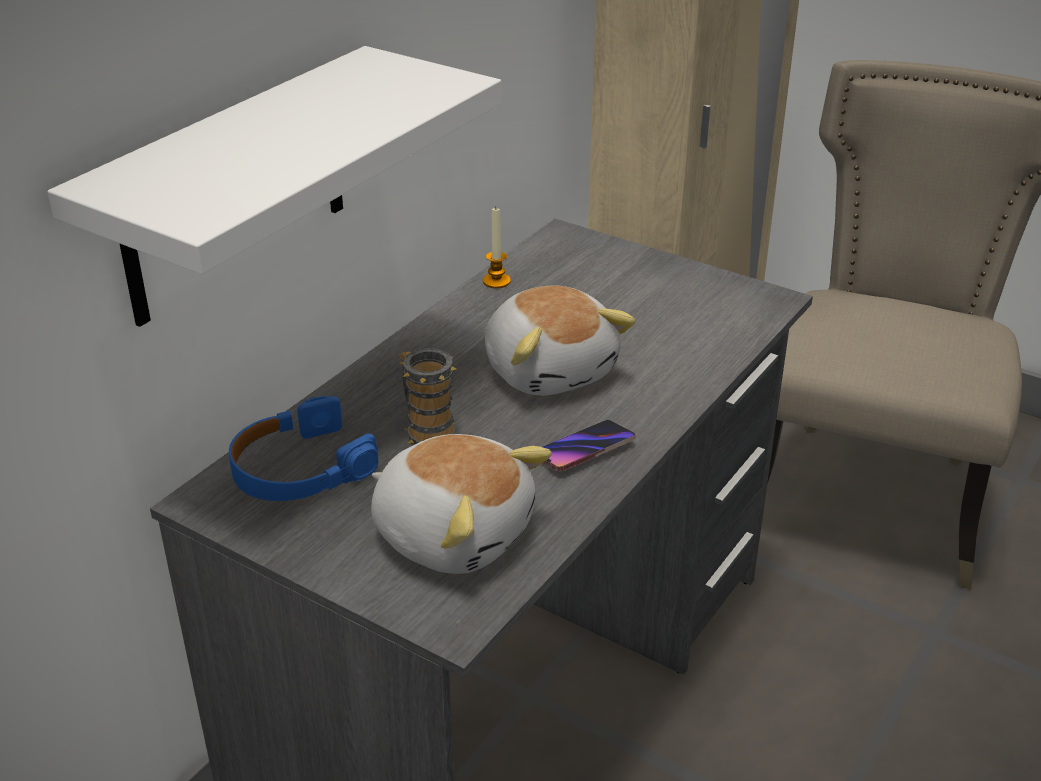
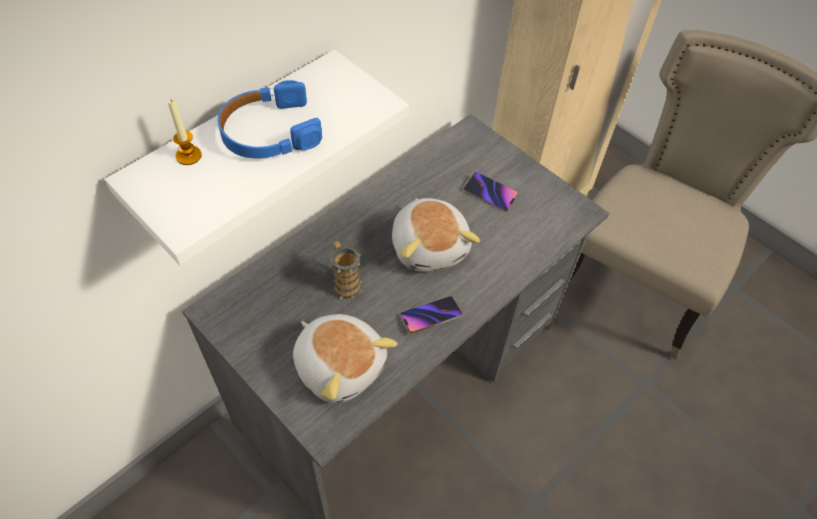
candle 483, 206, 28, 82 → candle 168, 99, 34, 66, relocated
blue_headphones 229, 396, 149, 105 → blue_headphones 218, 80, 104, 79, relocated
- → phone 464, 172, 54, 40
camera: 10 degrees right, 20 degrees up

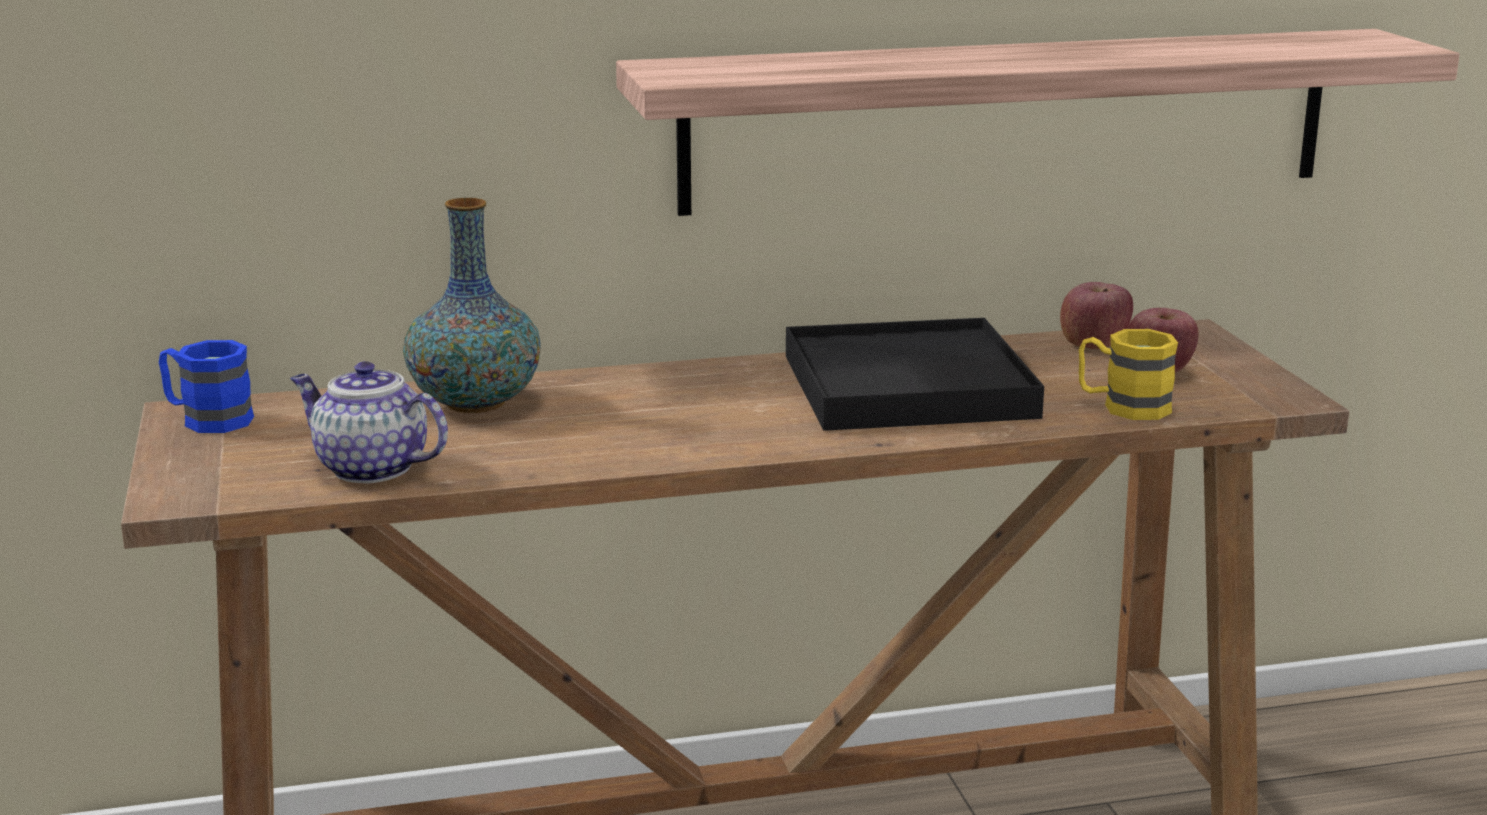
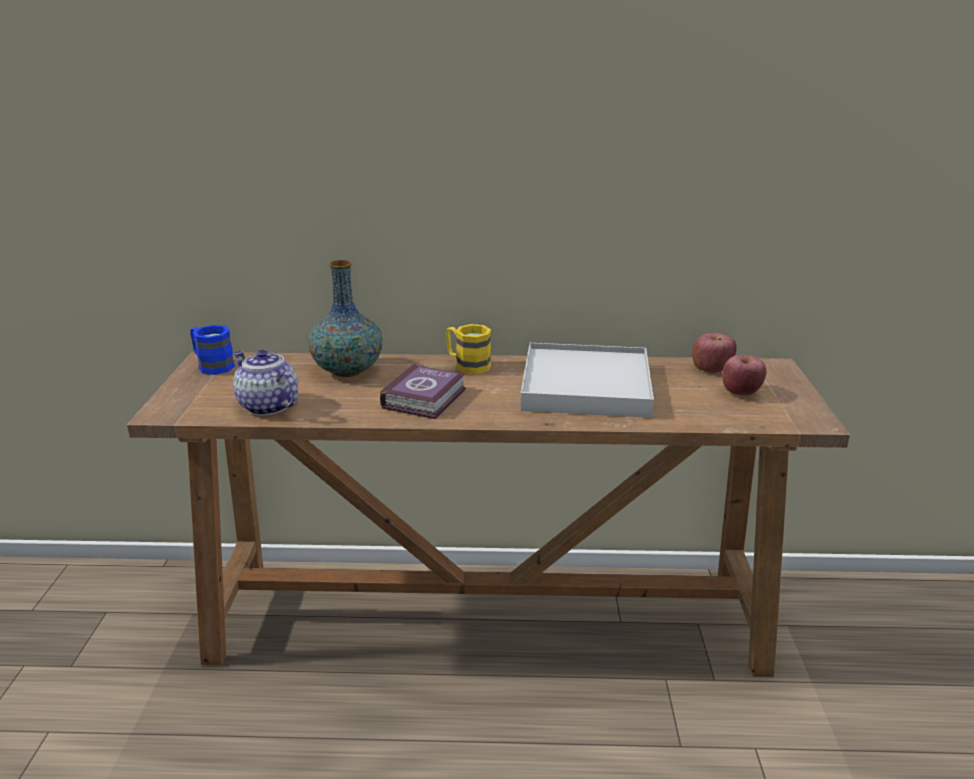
shelf 616, 29, 844, 187 → -
black_tray 786, 318, 258, 113 → white_tray 520, 343, 134, 75
yellow_mug 1079, 329, 99, 91 → yellow_mug 446, 324, 45, 50, relocated
- → book 380, 363, 86, 56
camera: 15 degrees right, 5 degrees up

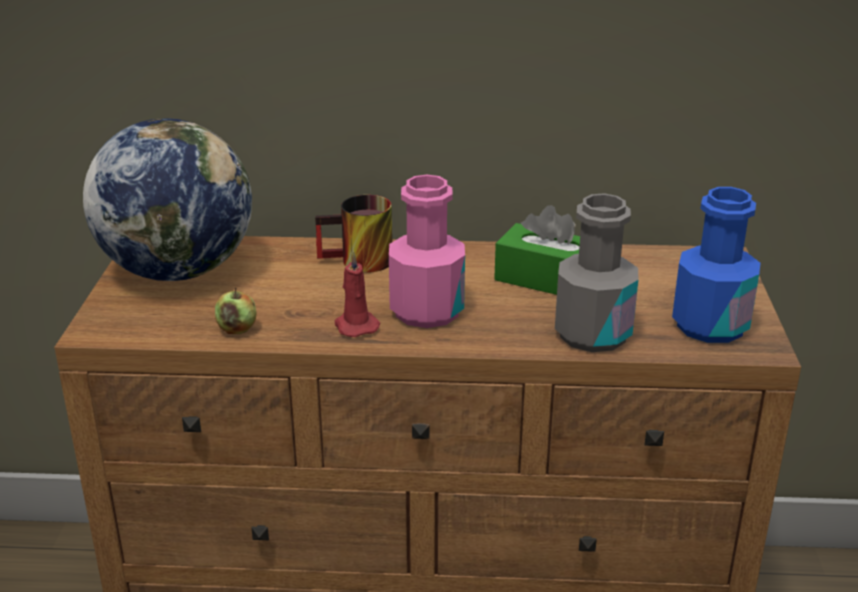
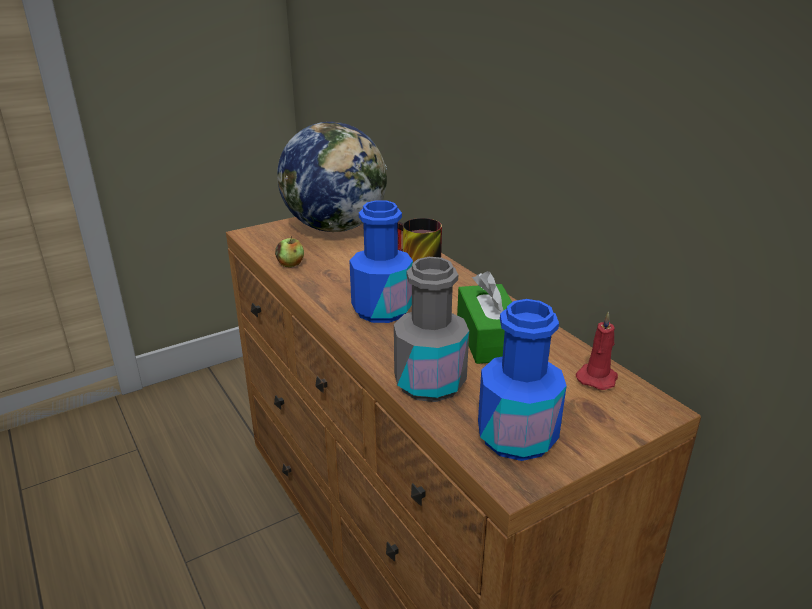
pink_bottle 389, 175, 76, 153 → blue_bottle 349, 200, 64, 123
red_candle 335, 251, 45, 86 → red_candle 576, 311, 42, 79, relocated
camera: 55 degrees right, 0 degrees up

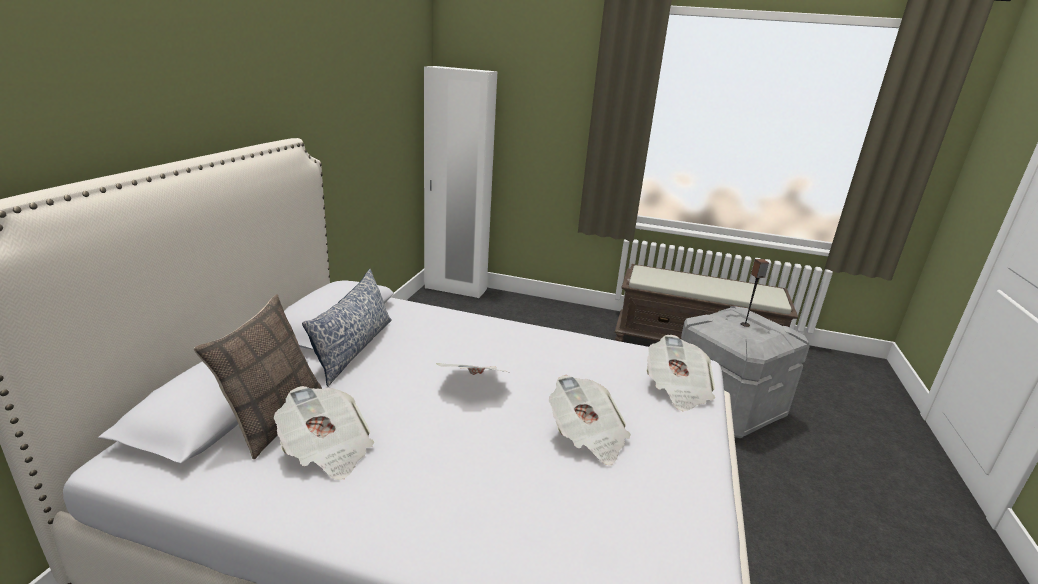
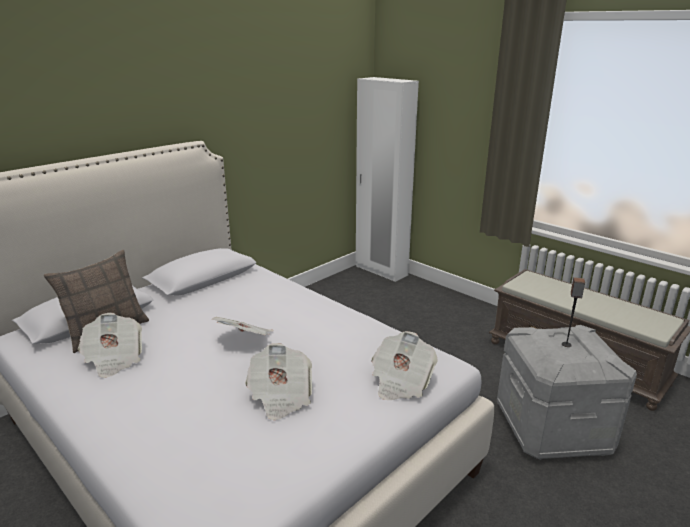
pillow 302, 269, 90, 118 → -
camera: 30 degrees right, 0 degrees up

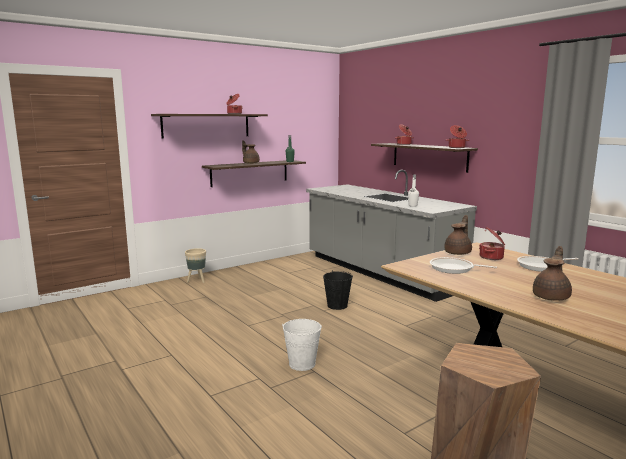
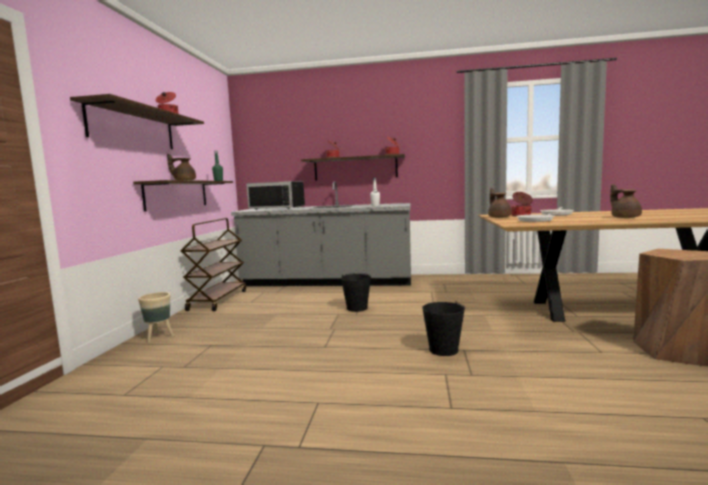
white_bucket 282, 319, 40, 52 → black_bucket 422, 301, 43, 55
- → black_microwave 246, 181, 59, 29
- → brown_cart 181, 218, 65, 93
camera: 45 degrees left, 5 degrees down

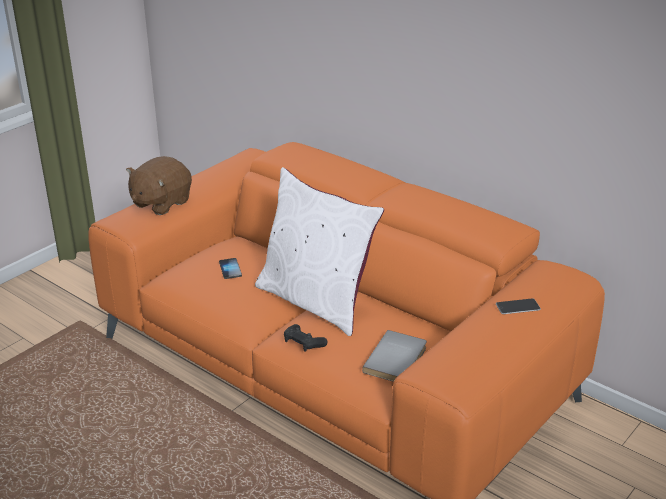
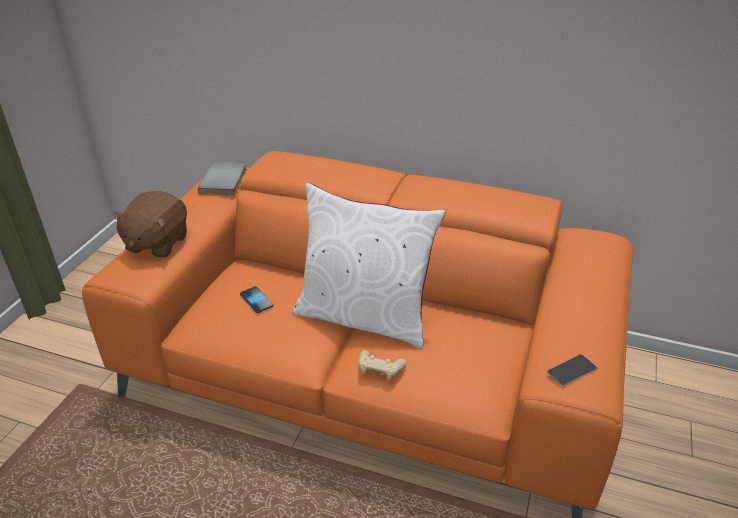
phone 496, 298, 45, 16 → phone 547, 354, 50, 32, relocated
black_game_controller 284, 324, 43, 28 → beige_game_controller 359, 350, 47, 30
grey_book 362, 330, 65, 52 → grey_book 198, 161, 49, 34, relocated
camera: 20 degrees left, 5 degrees up

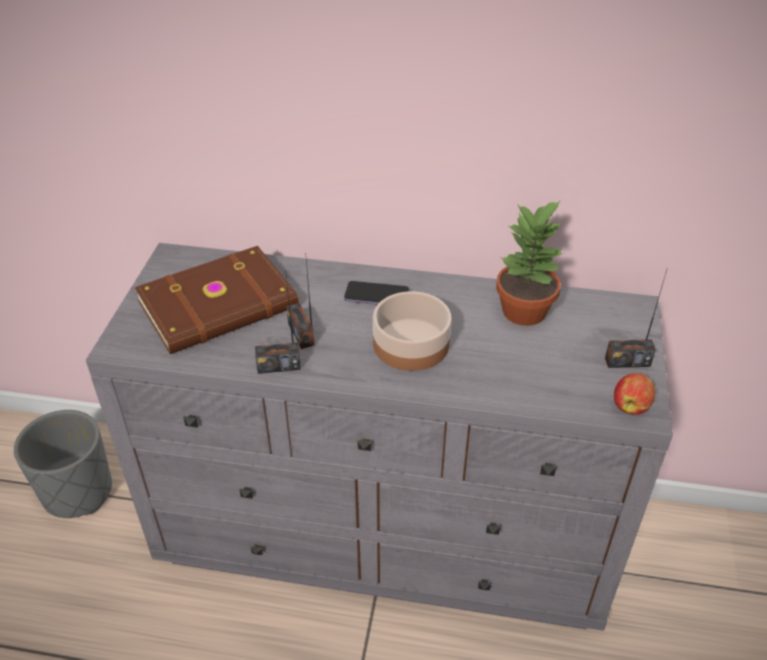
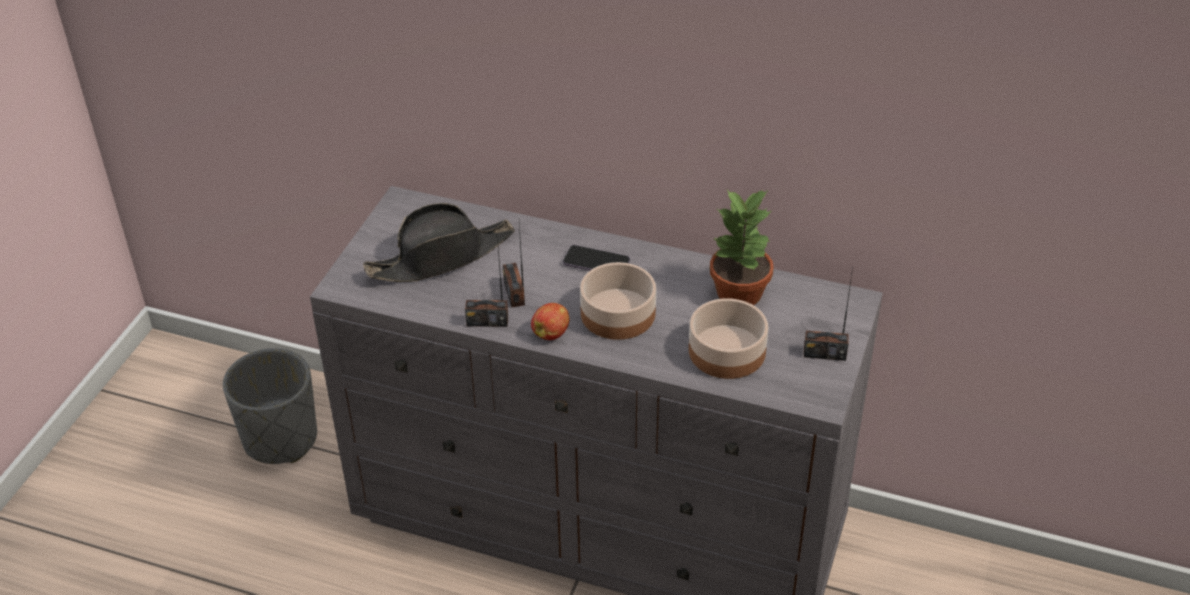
brown_book 135, 246, 164, 108 → black_hat 363, 203, 152, 79
apple 614, 373, 41, 42 → apple 531, 303, 39, 37, relocated
- → bowl 689, 298, 80, 81
camera: 10 degrees right, 0 degrees up

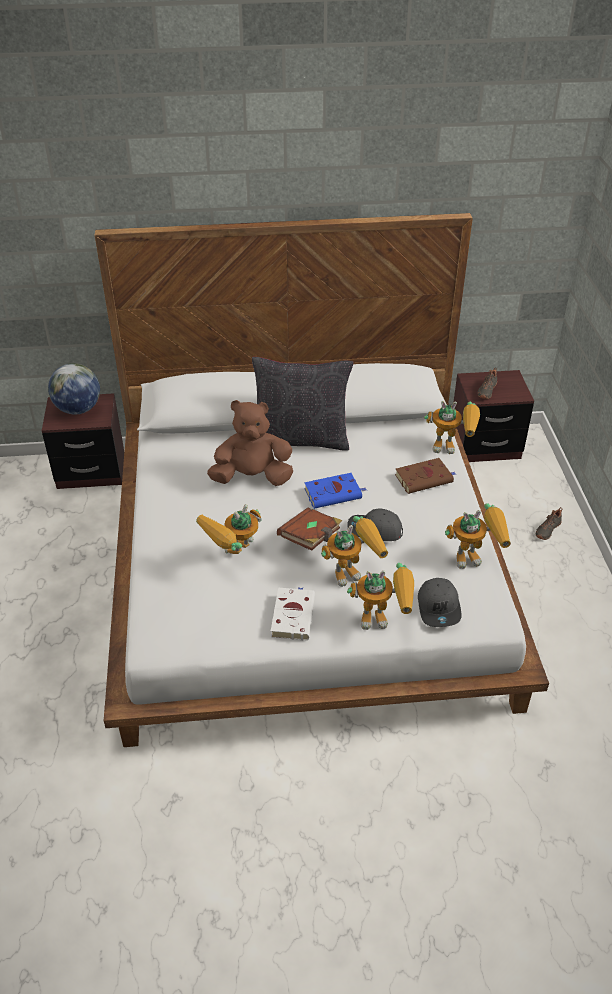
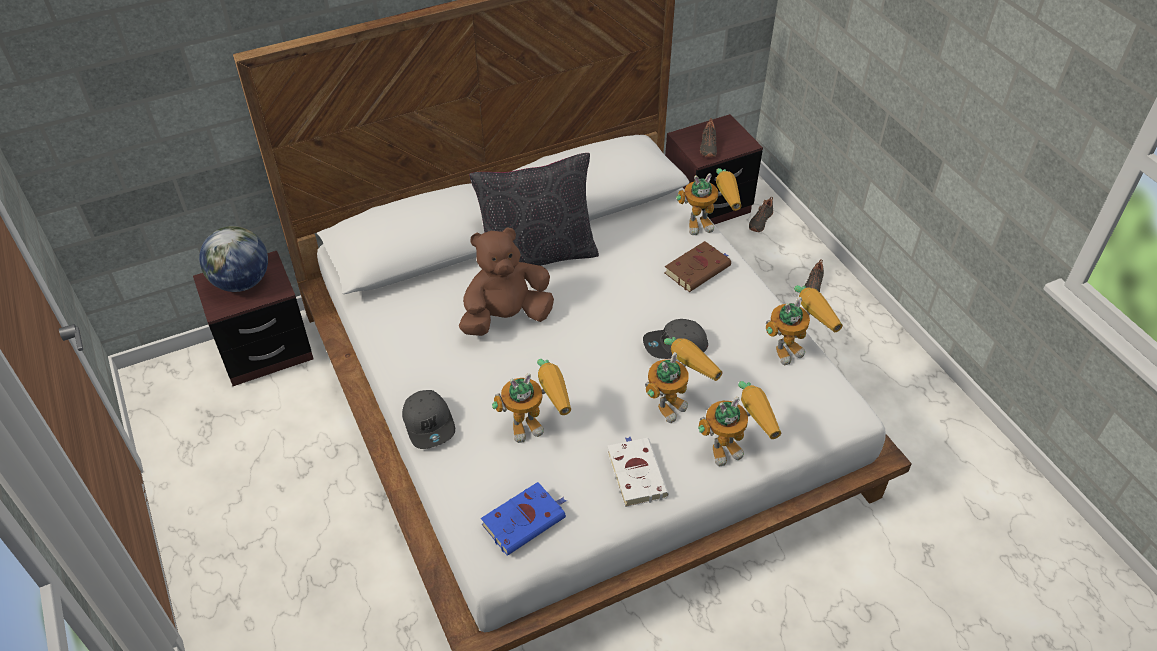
blue_book 304, 473, 63, 36 → blue_book 481, 482, 86, 74, relocated
toy_robot 196, 504, 66, 50 → toy_robot 492, 359, 80, 84, 135 degrees counterclockwise
brown_book 277, 508, 65, 43 → -
grey_cap 418, 578, 44, 49 → grey_cap 402, 390, 53, 59, relocated
- → black_shoe 749, 197, 24, 35
camera: 20 degrees left, 5 degrees up

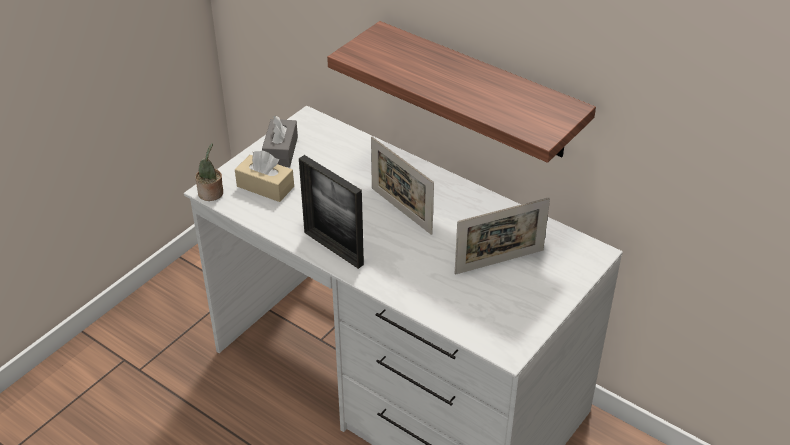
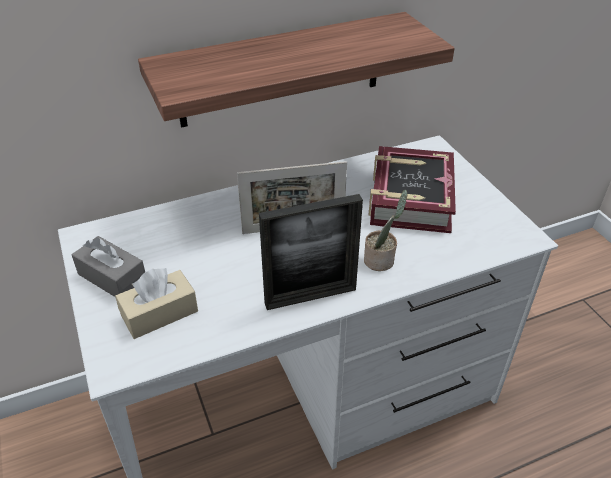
potted_plant 195, 143, 28, 58 → potted_plant 364, 190, 44, 81, relocated
picture_frame 455, 197, 95, 78 → book 368, 146, 88, 87
camera: 60 degrees left, 0 degrees up

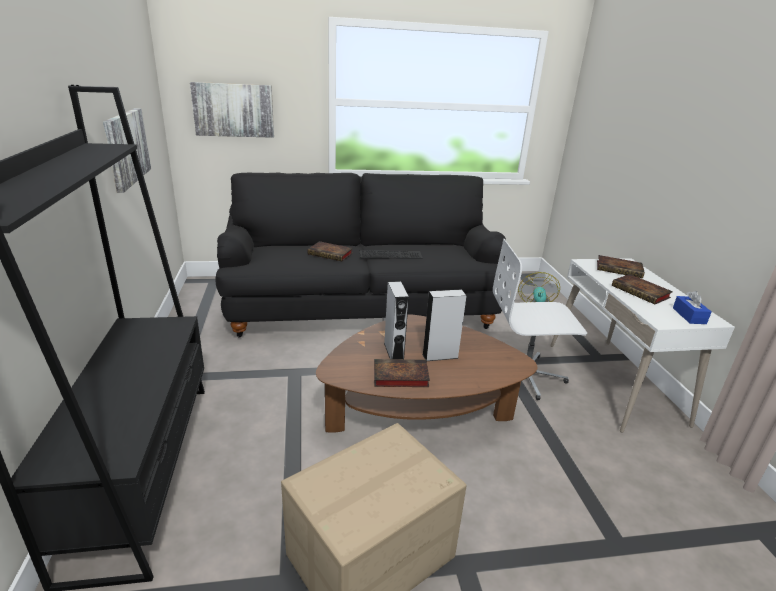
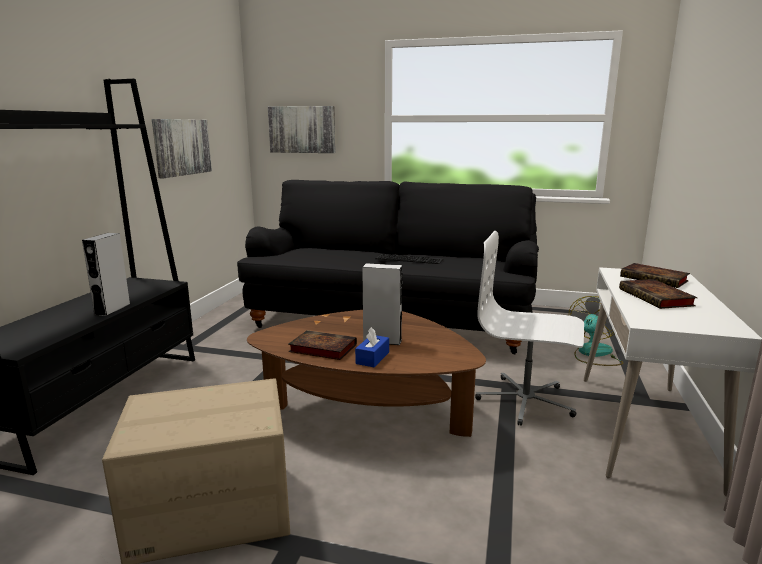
book 307, 241, 46, 20 → -
grey_speaker 384, 281, 25, 78 → grey_speaker 82, 233, 48, 83, relocated
blue_tissue_box 673, 291, 38, 33 → blue_tissue_box 355, 327, 34, 40, relocated
camera: 25 degrees right, 10 degrees down

